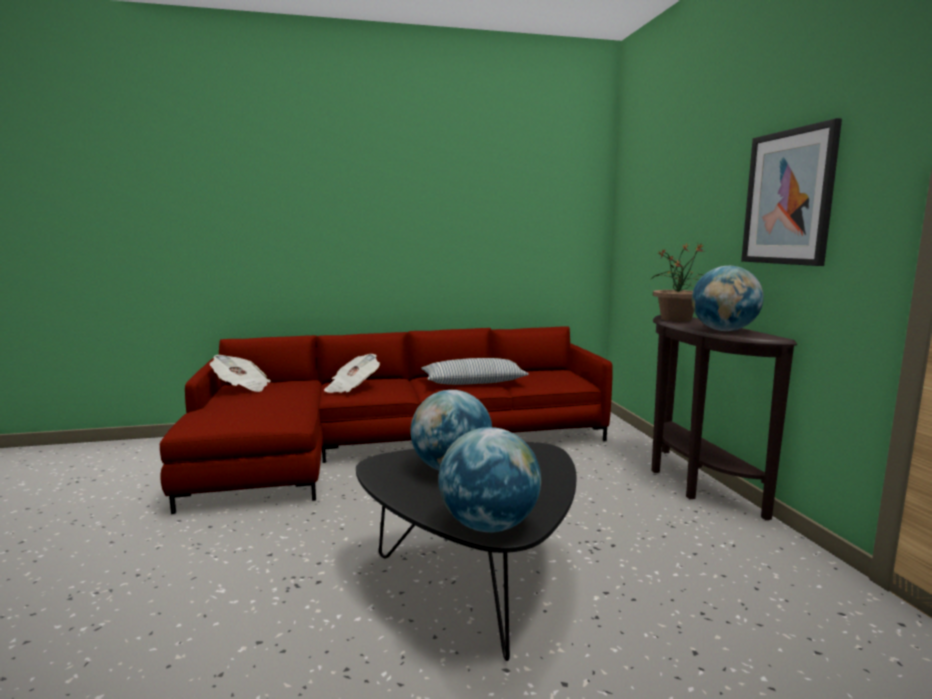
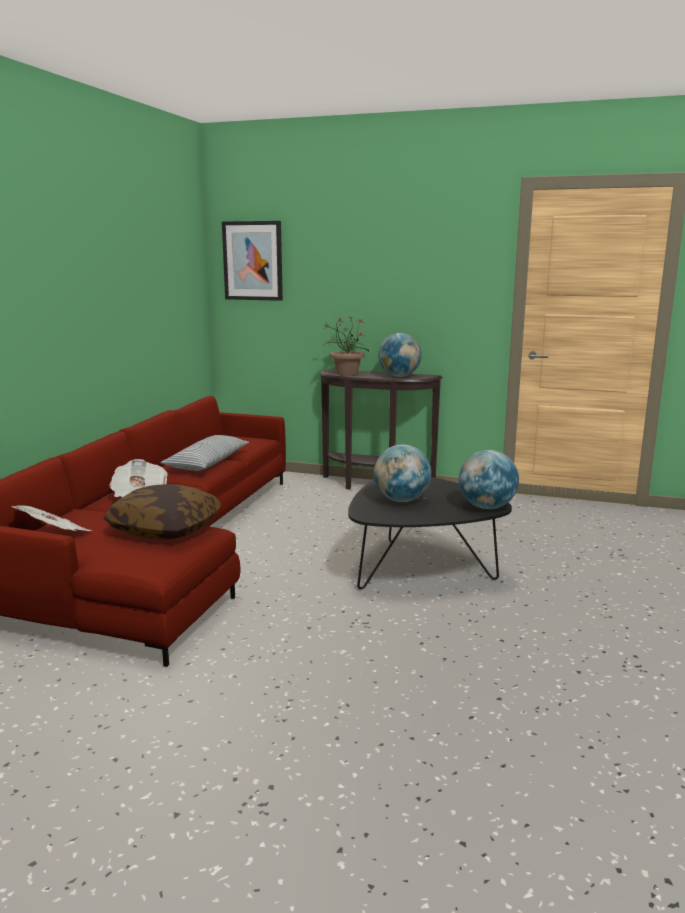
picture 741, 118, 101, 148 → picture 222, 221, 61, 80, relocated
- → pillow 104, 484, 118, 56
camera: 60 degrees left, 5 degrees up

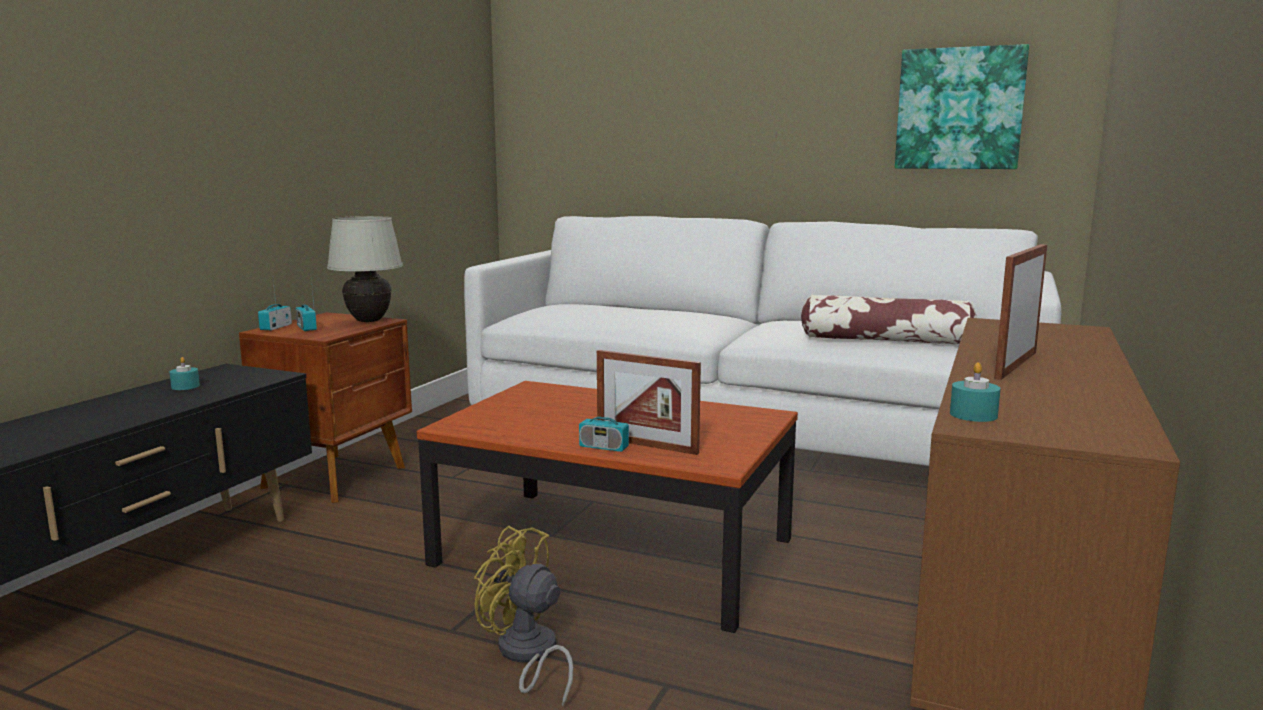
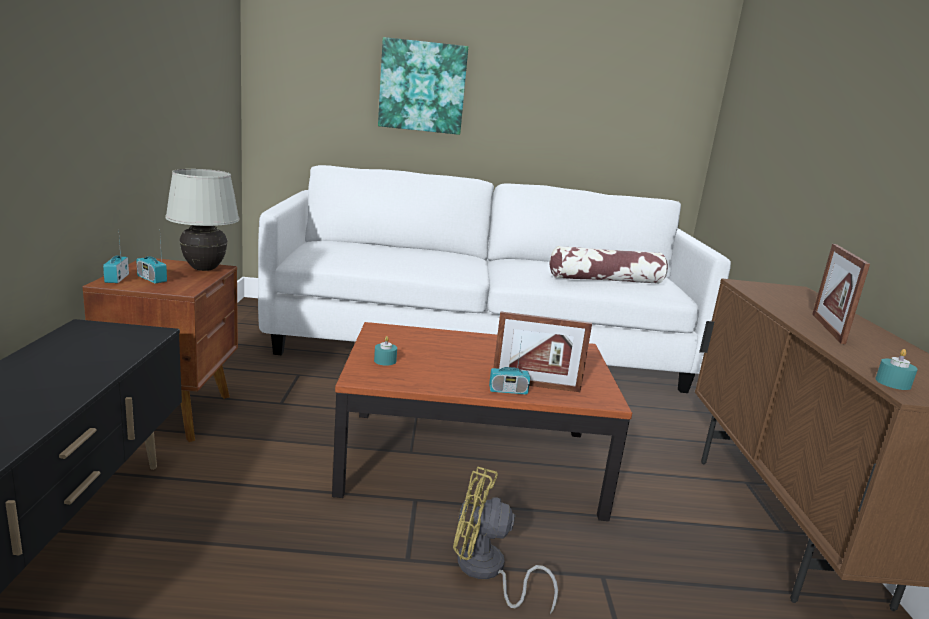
picture 895, 44, 134, 125 → picture 378, 37, 90, 98, relocated
turquoise_candle 169, 357, 31, 33 → turquoise_candle 374, 336, 23, 30, relocated
camera: 25 degrees left, 5 degrees up

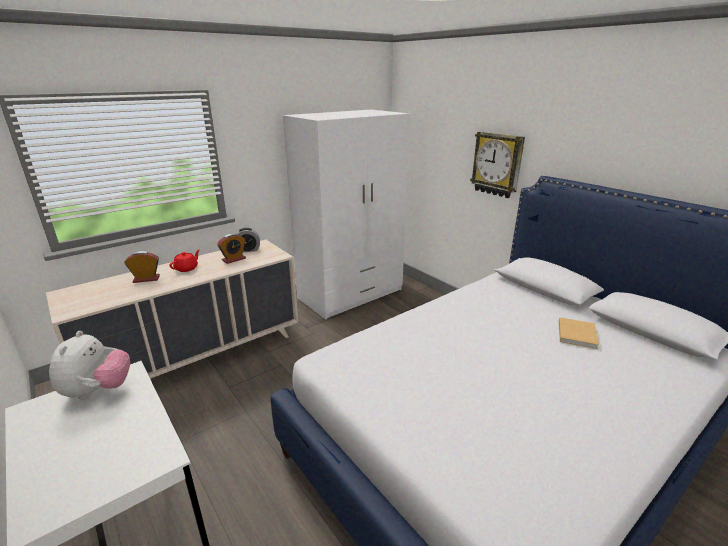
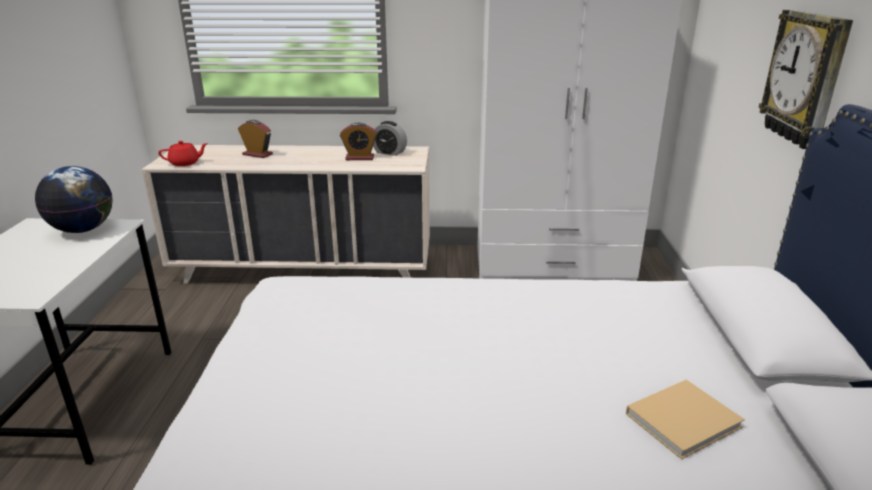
red_teapot 169, 250, 30, 22 → red_teapot 158, 141, 50, 25, relocated
plush_toy 49, 331, 81, 69 → globe 35, 166, 78, 67
camera: 40 degrees right, 0 degrees up

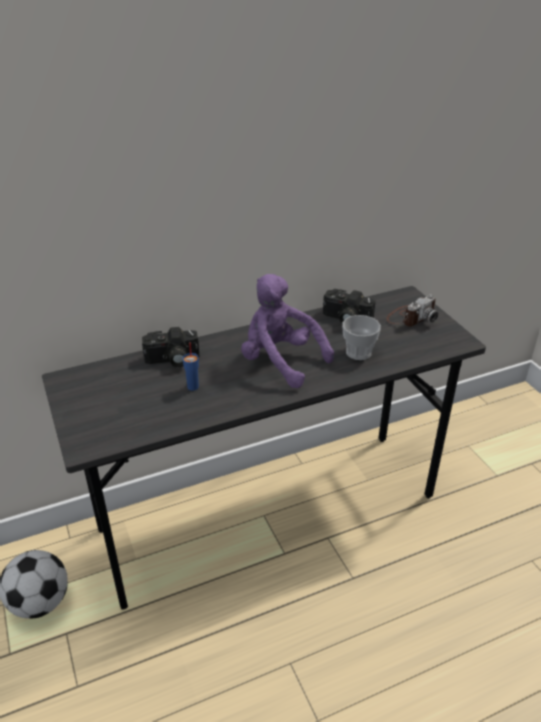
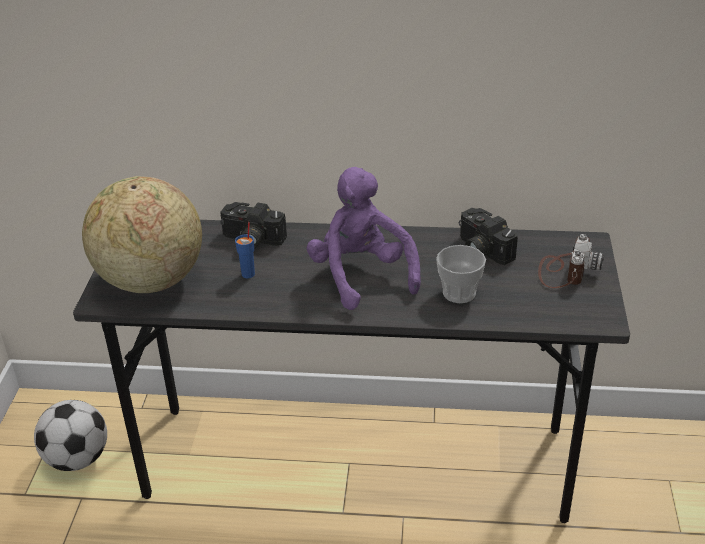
photo_camera 386, 295, 52, 32 → photo_camera 538, 234, 66, 54, 60 degrees counterclockwise
- → globe 82, 176, 120, 117
camera: 30 degrees right, 0 degrees up

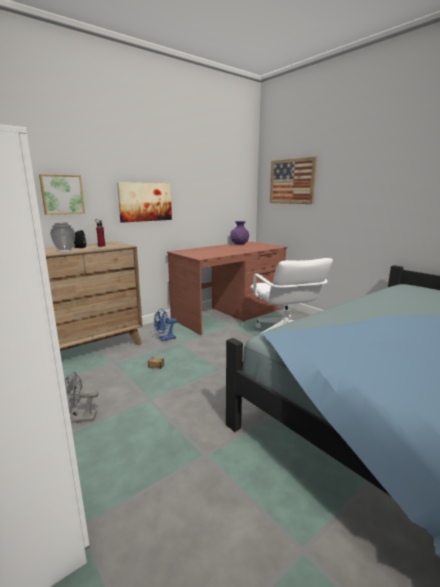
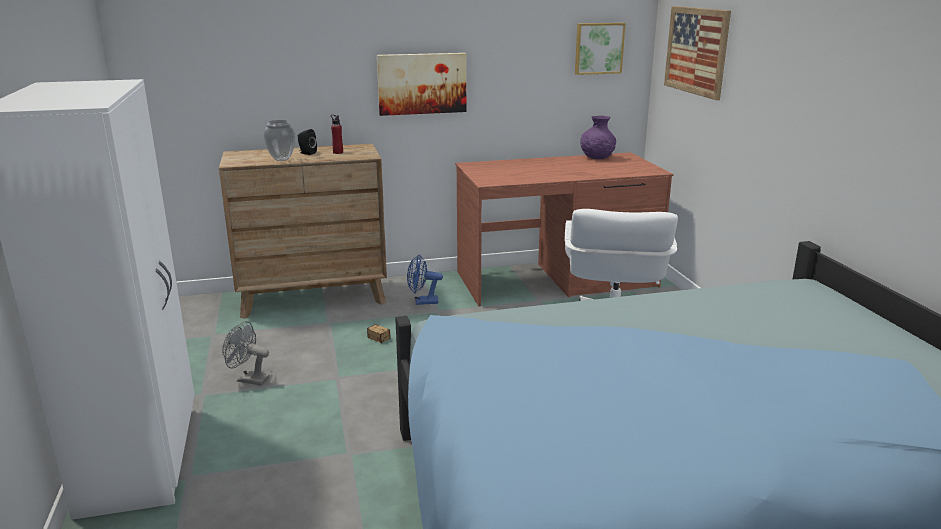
picture 39, 174, 46, 41 → picture 575, 23, 51, 52, relocated
camera: 25 degrees right, 5 degrees up

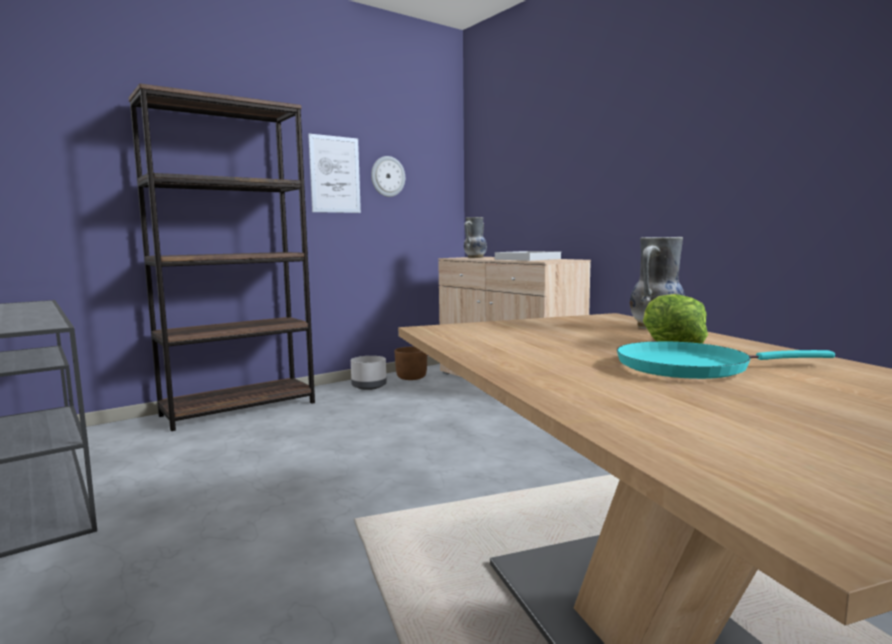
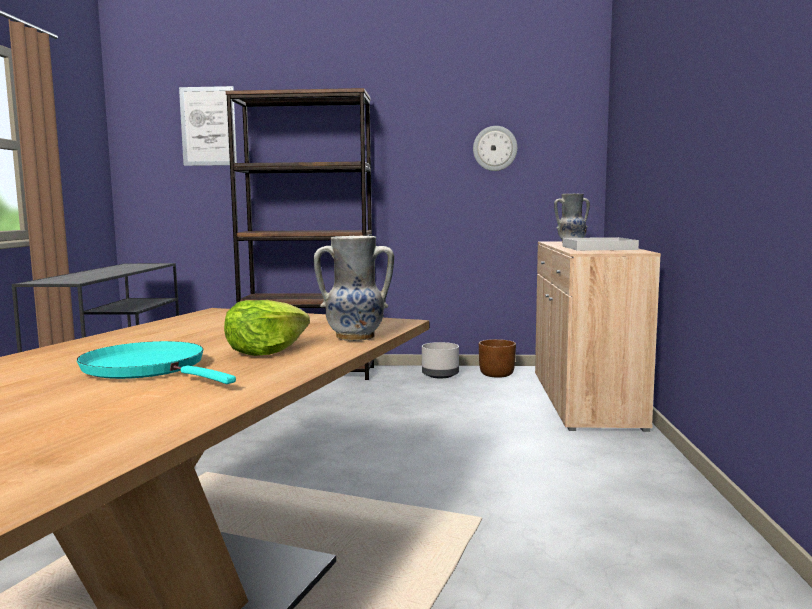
picture 308, 134, 53, 79 → picture 179, 86, 58, 80, relocated
camera: 40 degrees right, 0 degrees up

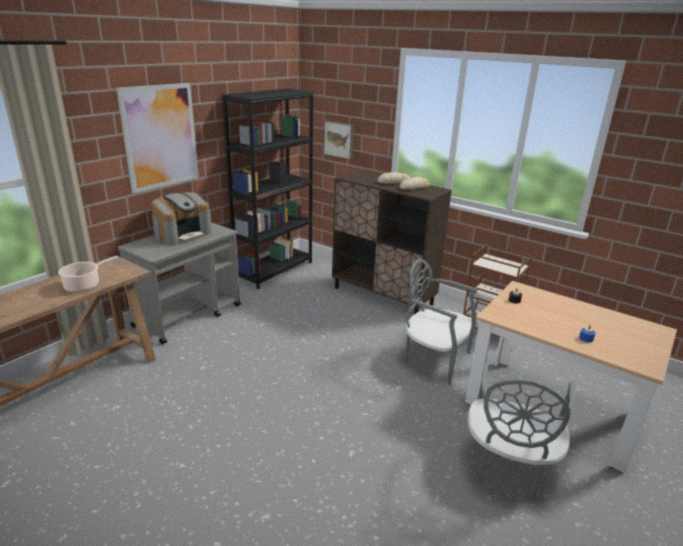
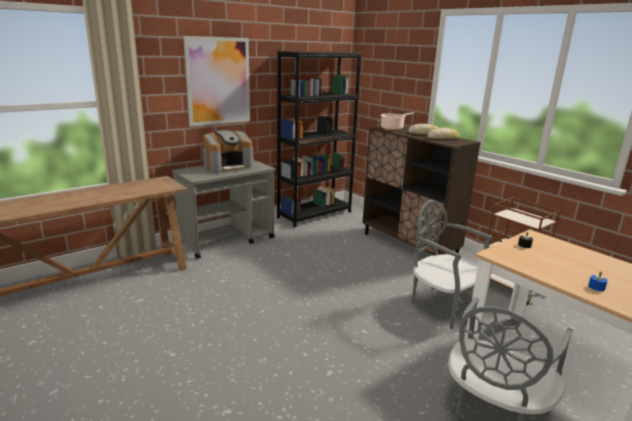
picture 323, 120, 31, 40 → -
cooking_pot 58, 256, 60, 36 → cooking_pot 381, 113, 33, 17, relocated
camera: 15 degrees right, 5 degrees down

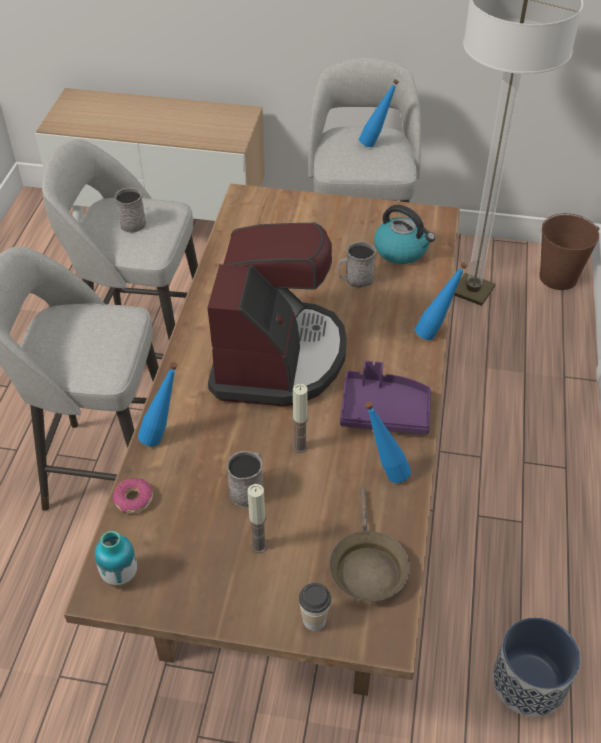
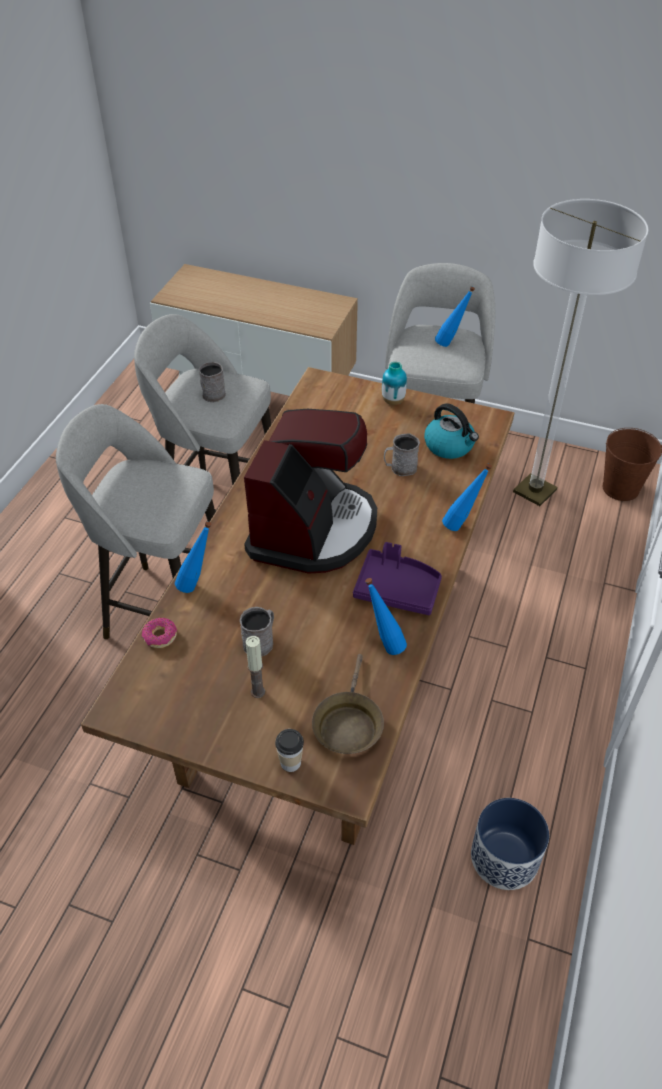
candle 292, 384, 16, 69 → -
vase 95, 531, 42, 56 → vase 382, 362, 25, 43, relocated
camera: 10 degrees right, 0 degrees up

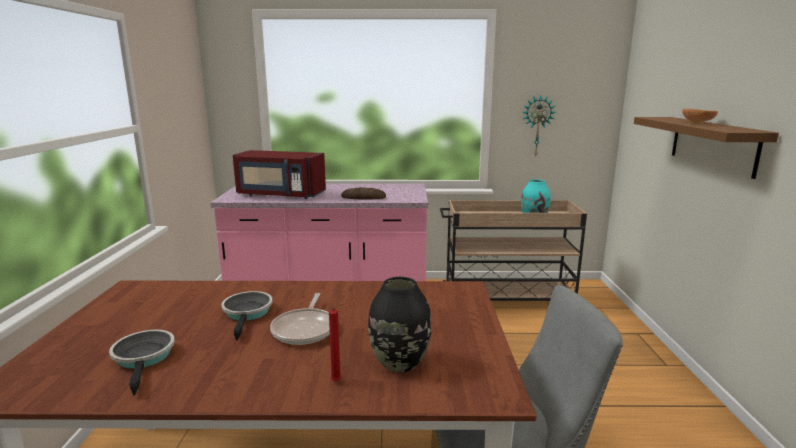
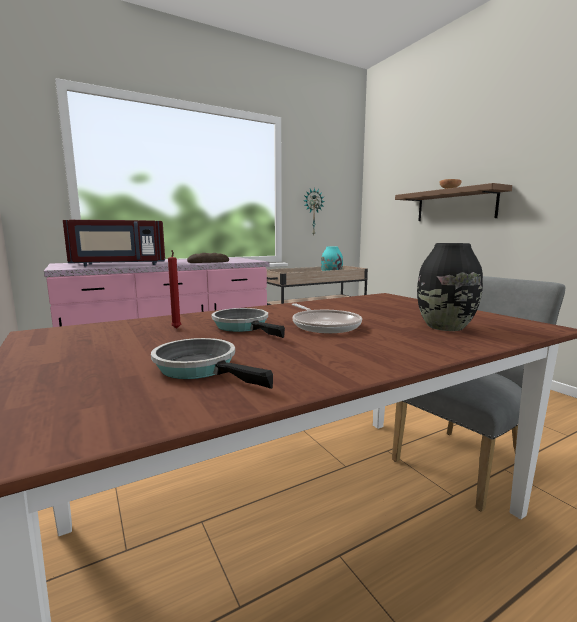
red_candle 329, 307, 13, 75 → red_candle 168, 250, 13, 79, relocated
camera: 30 degrees left, 5 degrees down

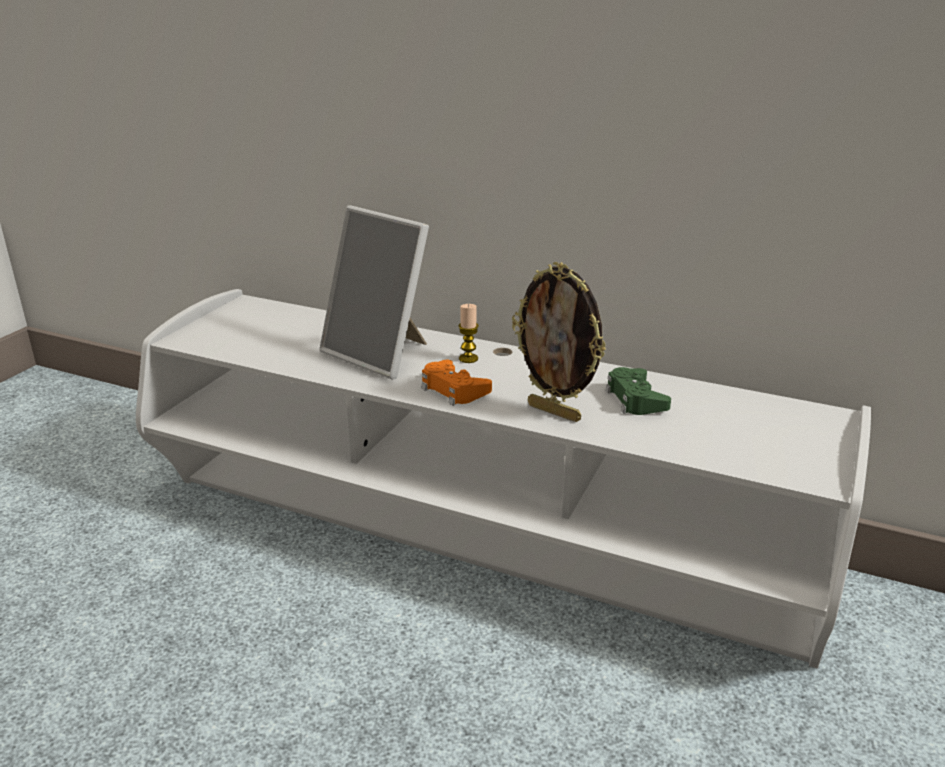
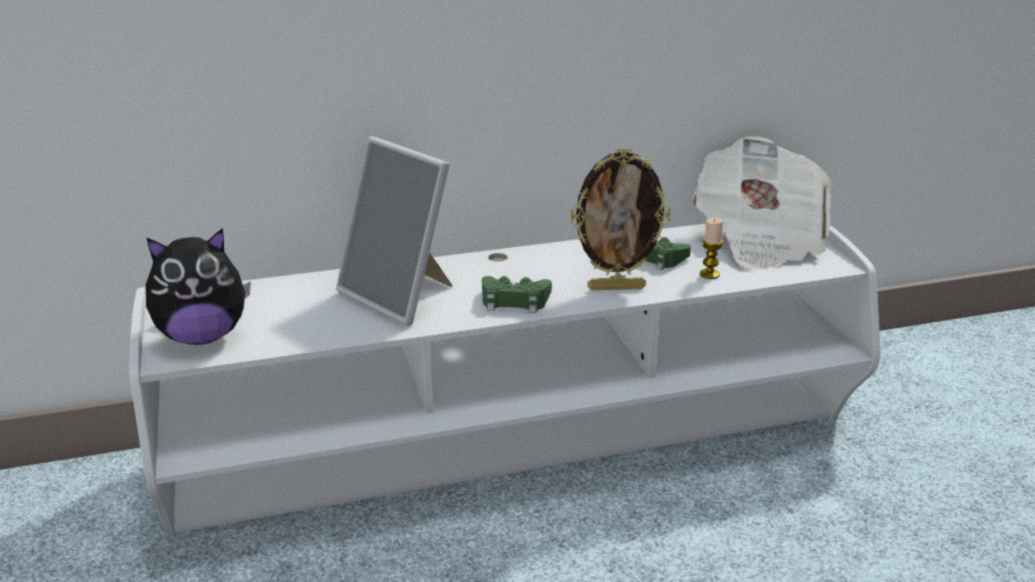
picture_frame 319, 205, 110, 174 → picture_frame 336, 136, 117, 190, 45 degrees clockwise
candle 458, 304, 21, 59 → candle 700, 218, 23, 61, relocated
orange_game_controller 422, 360, 70, 46 → green_game_controller 482, 276, 70, 37
- → newspaper 692, 136, 140, 134
- → plush_toy 146, 228, 105, 117
camera: 40 degrees left, 0 degrees up

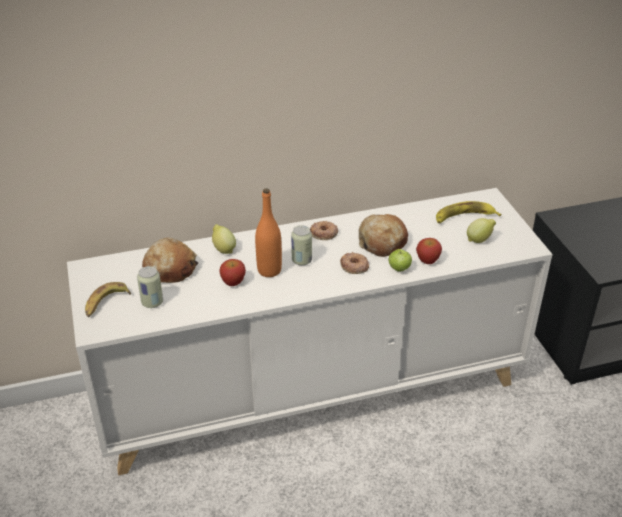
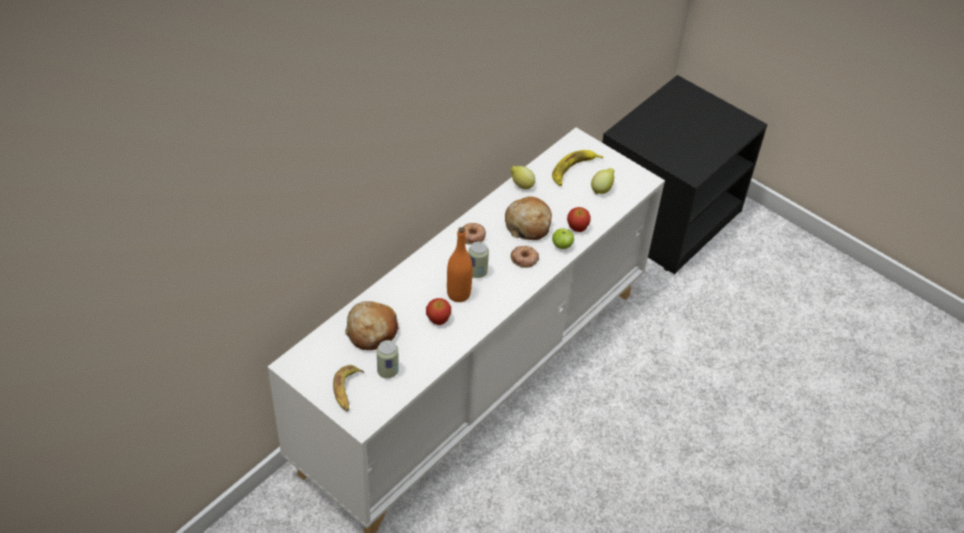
lemon 212, 224, 24, 30 → lemon 510, 166, 25, 23, relocated
camera: 35 degrees left, 10 degrees up

